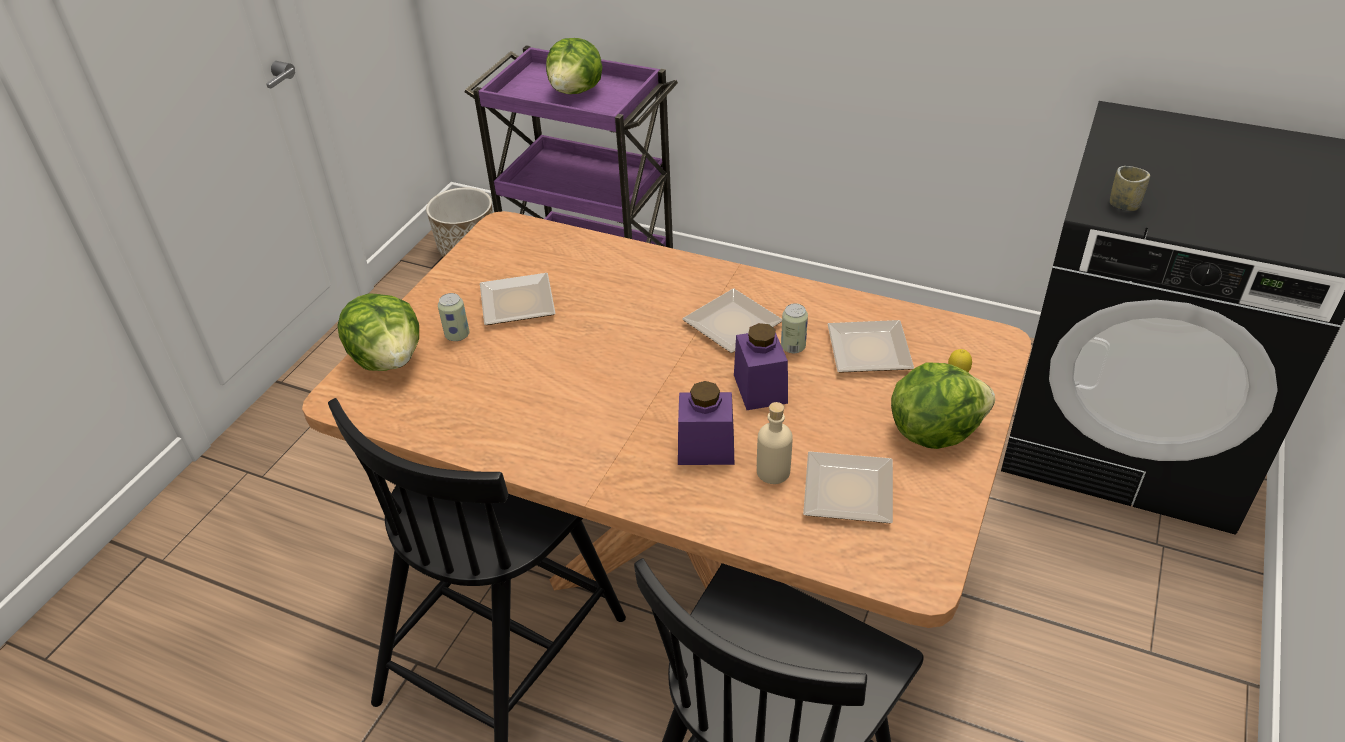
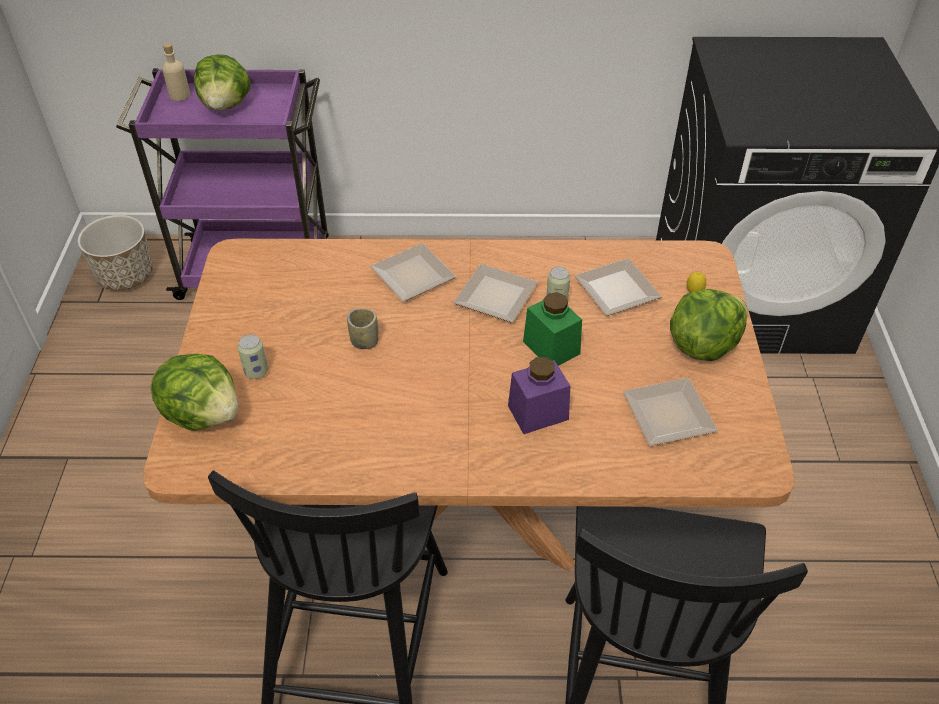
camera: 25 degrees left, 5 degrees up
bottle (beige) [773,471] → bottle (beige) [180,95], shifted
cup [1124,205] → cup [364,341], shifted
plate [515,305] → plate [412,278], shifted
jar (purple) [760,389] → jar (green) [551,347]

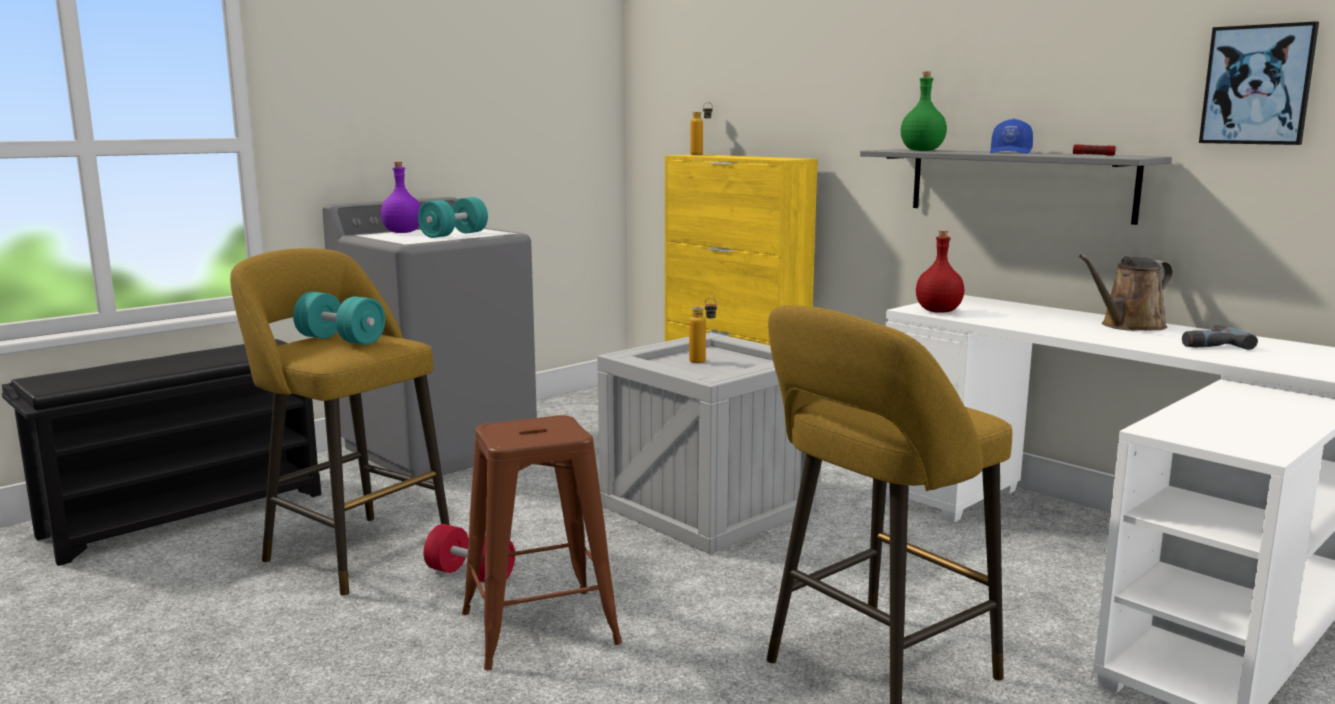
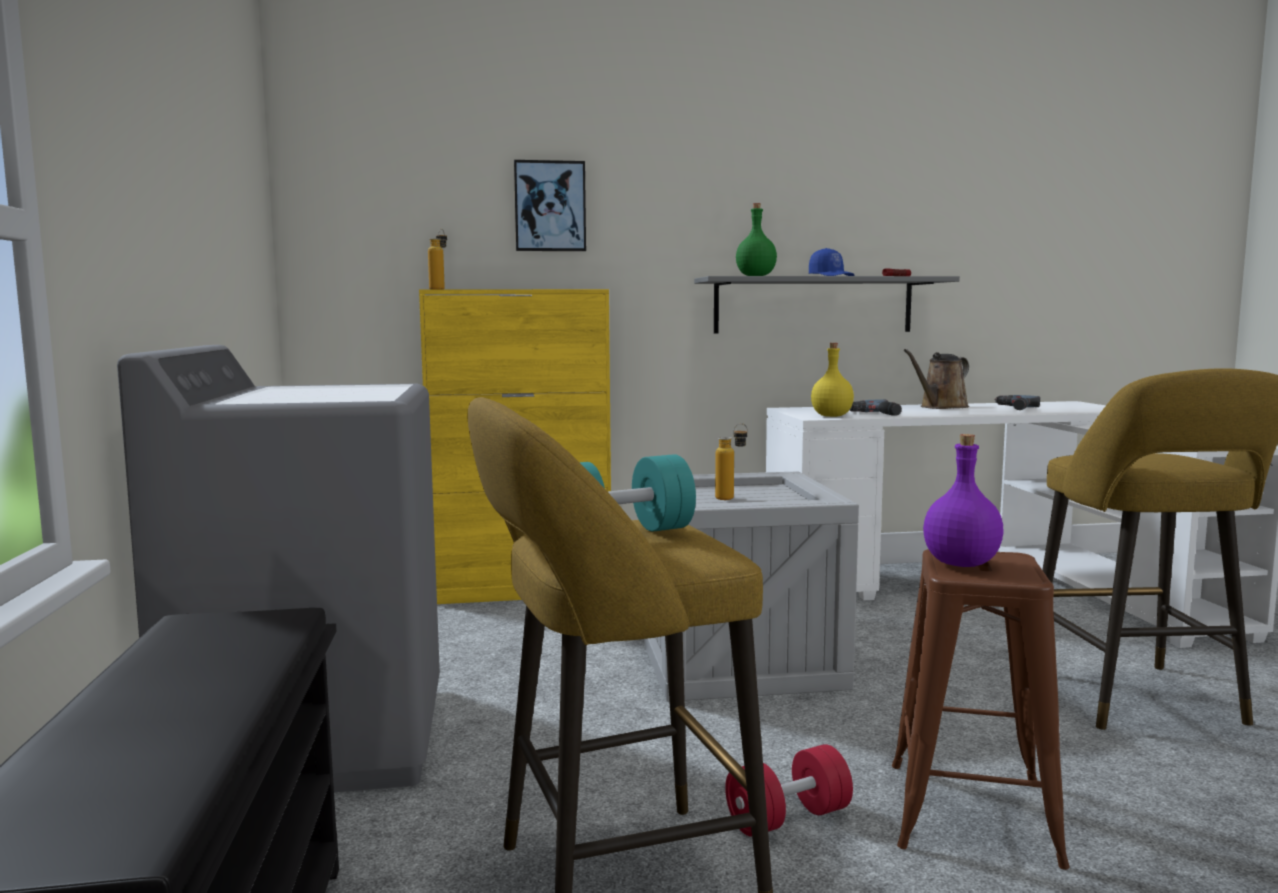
camera: 55 degrees left, 5 degrees down
picture [1257,85] → picture [550,206], shifted
bottle (red) [937,311] → bottle (yellow) [831,416]
- → power drill [875,414]
watering can (brown) [1128,326] → watering can (brown) [941,407], 45 degrees clockwise
bottle (purple) [402,232] → bottle (purple) [960,564], shifted
dumbbell (turquoise) [454,234] → -

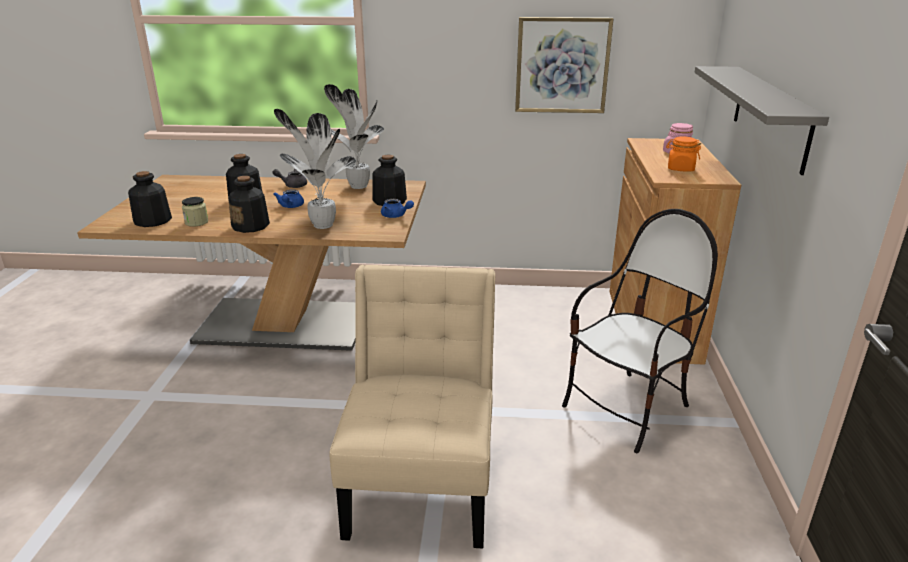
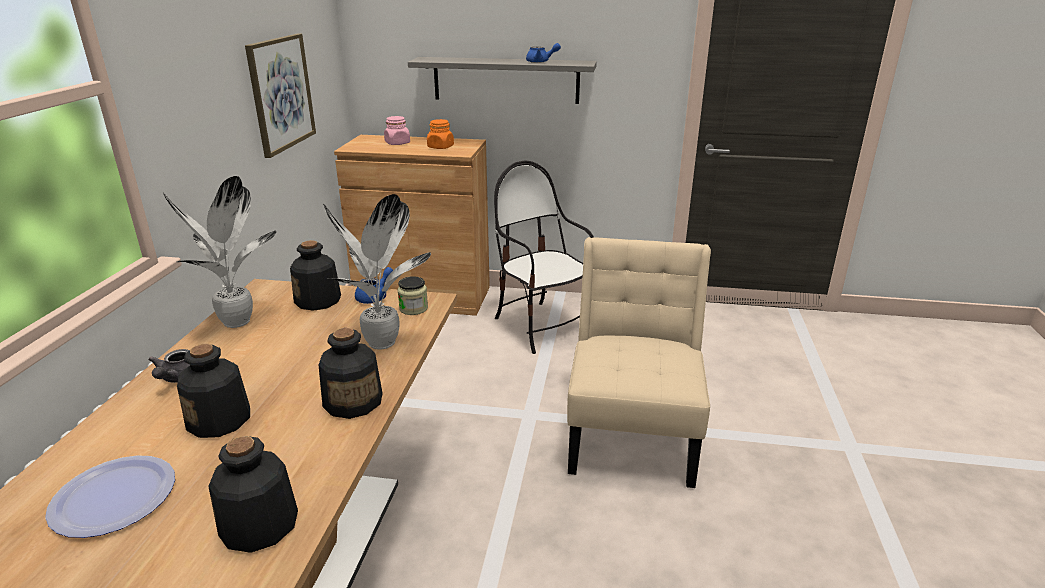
camera: 85 degrees left, 0 degrees up
- → plate [114,497]
jar [196,222] → jar [413,308], shifted
teapot (blue) [290,206] → teapot (blue) [541,62], shifted
chair (beige) [422,482] → chair (beige) [632,433], 90 degrees clockwise

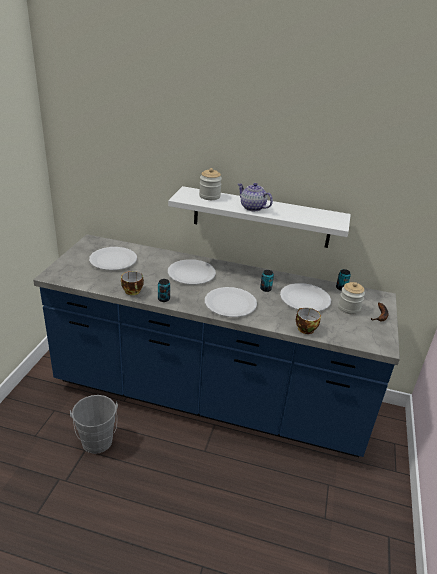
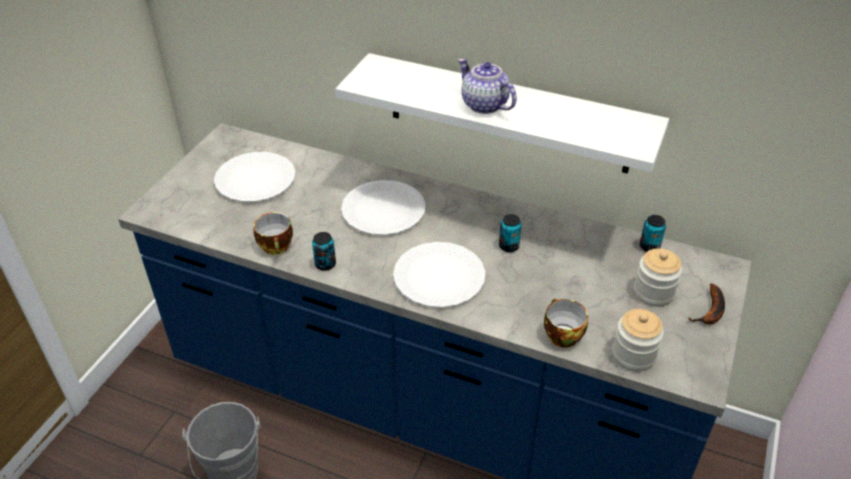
camera: 10 degrees right, 10 degrees up
jar [209,196] → jar [633,355], shifted
plate (white) [305,299] → -

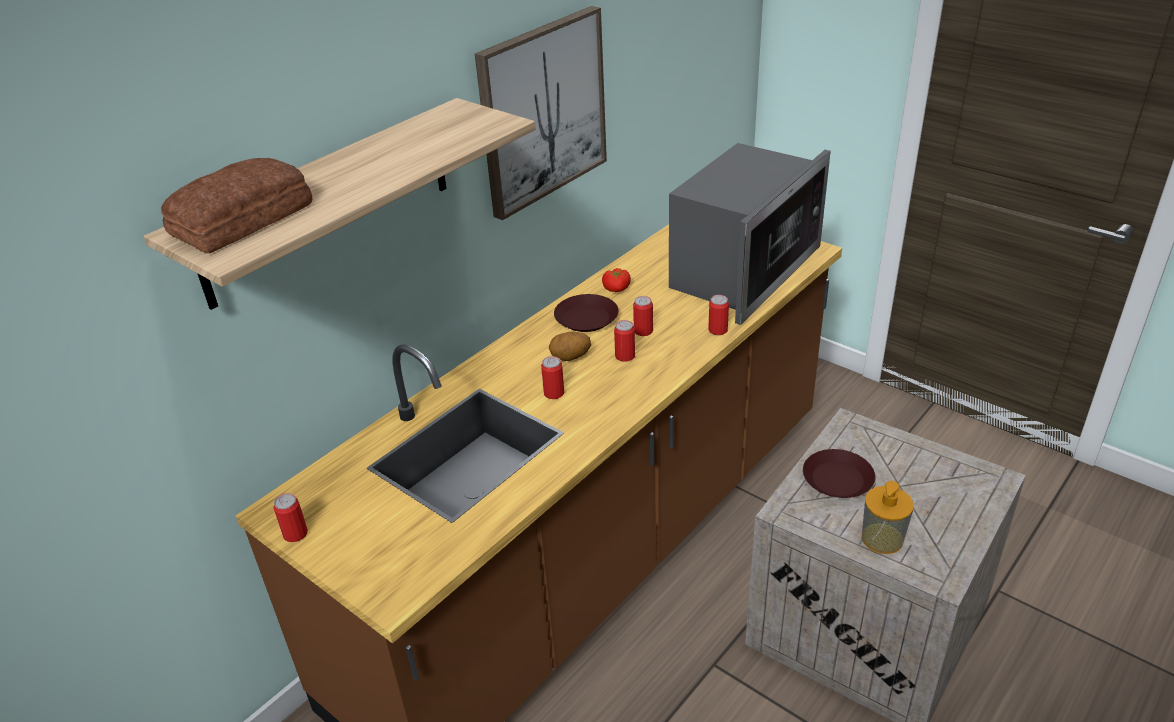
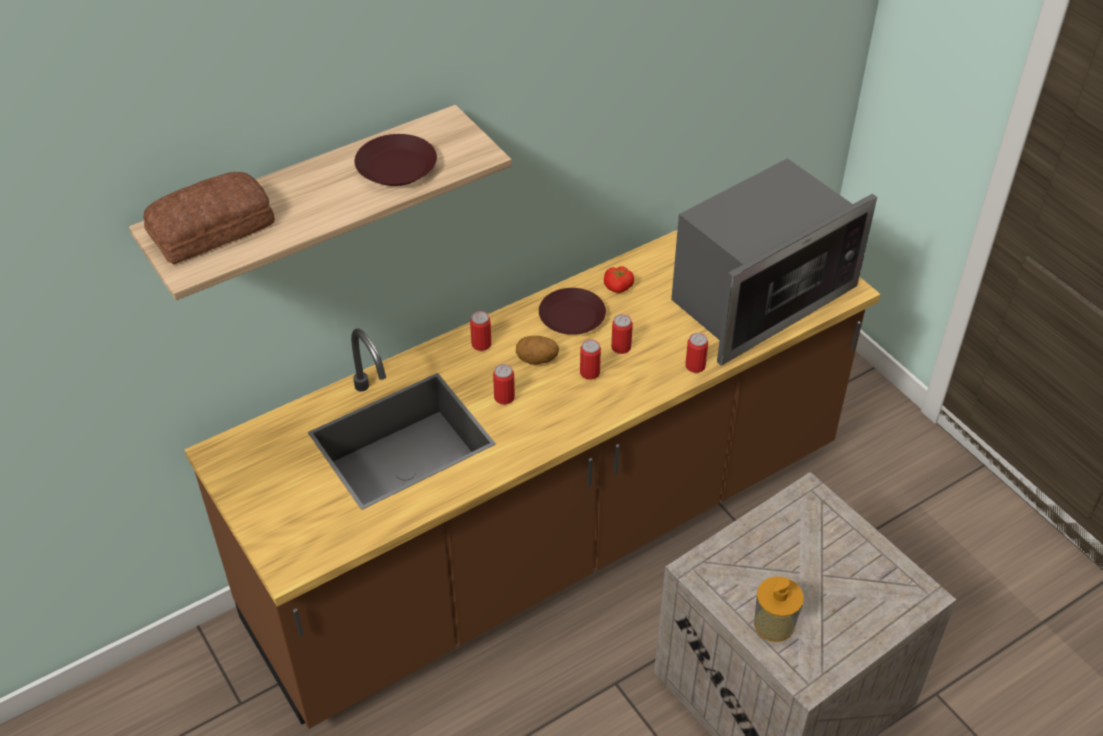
camera: 15 degrees right, 10 degrees up
plate (brown) [837,480] → plate (brown) [395,167], shifted
can [295,534] → can [481,344], shifted
picture [542,111] → -

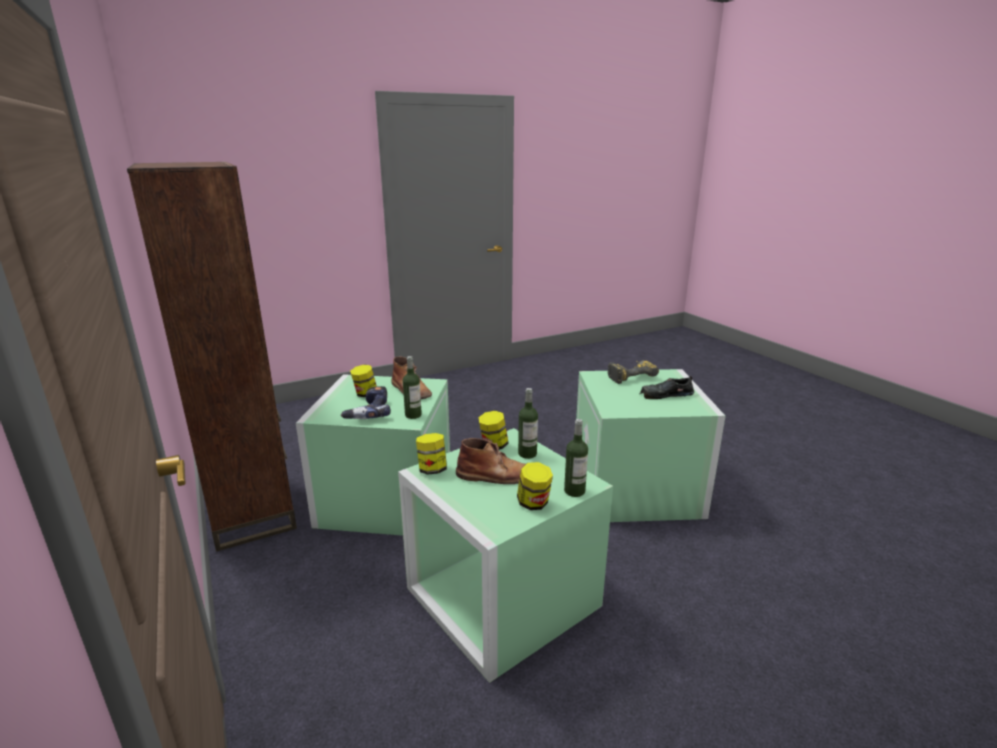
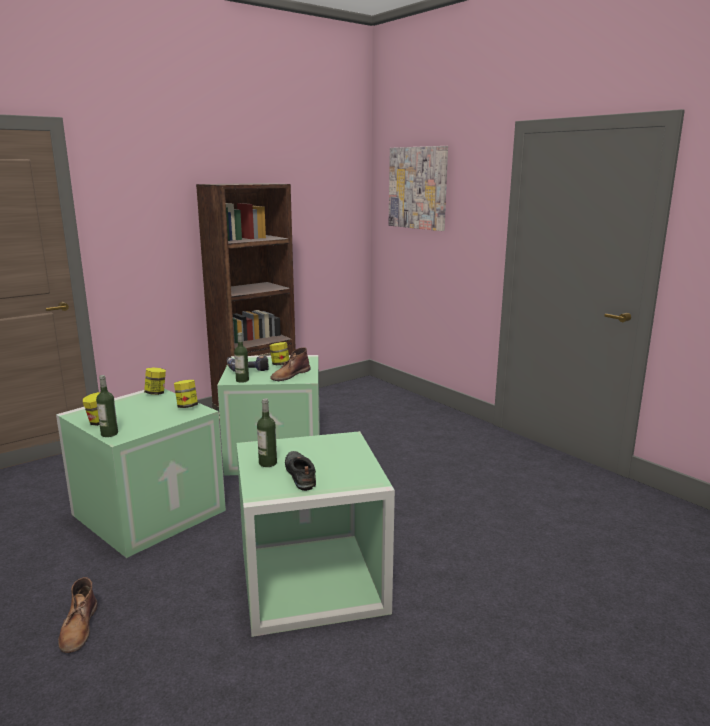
camera: 80 degrees right, 5 degrees down
boot (brown) [497,476] → boot (brown) [79,628], shifted
bottle [527,454] → bottle [268,463], shifted
- → picture [418,188]
power drill [629,376] → -

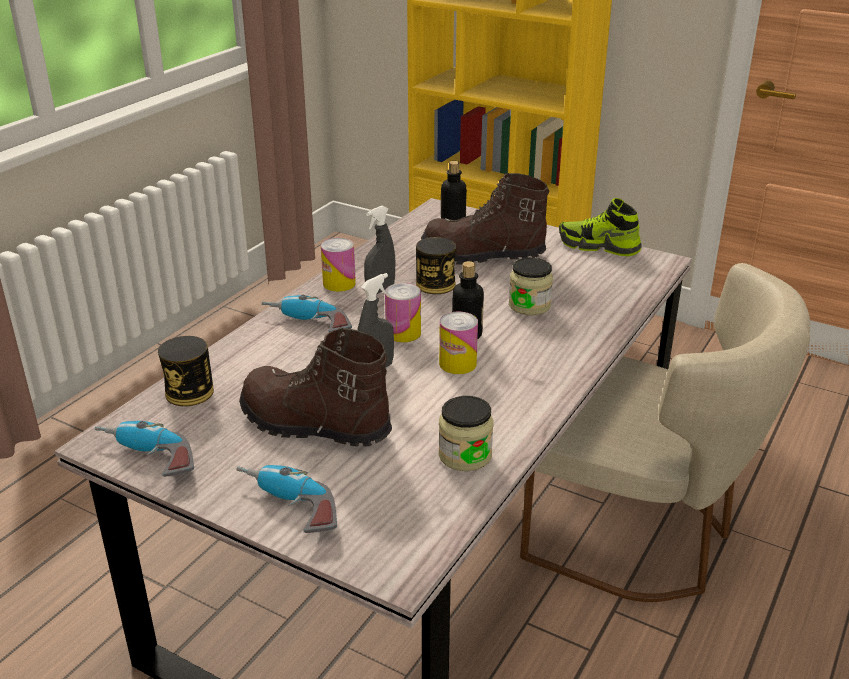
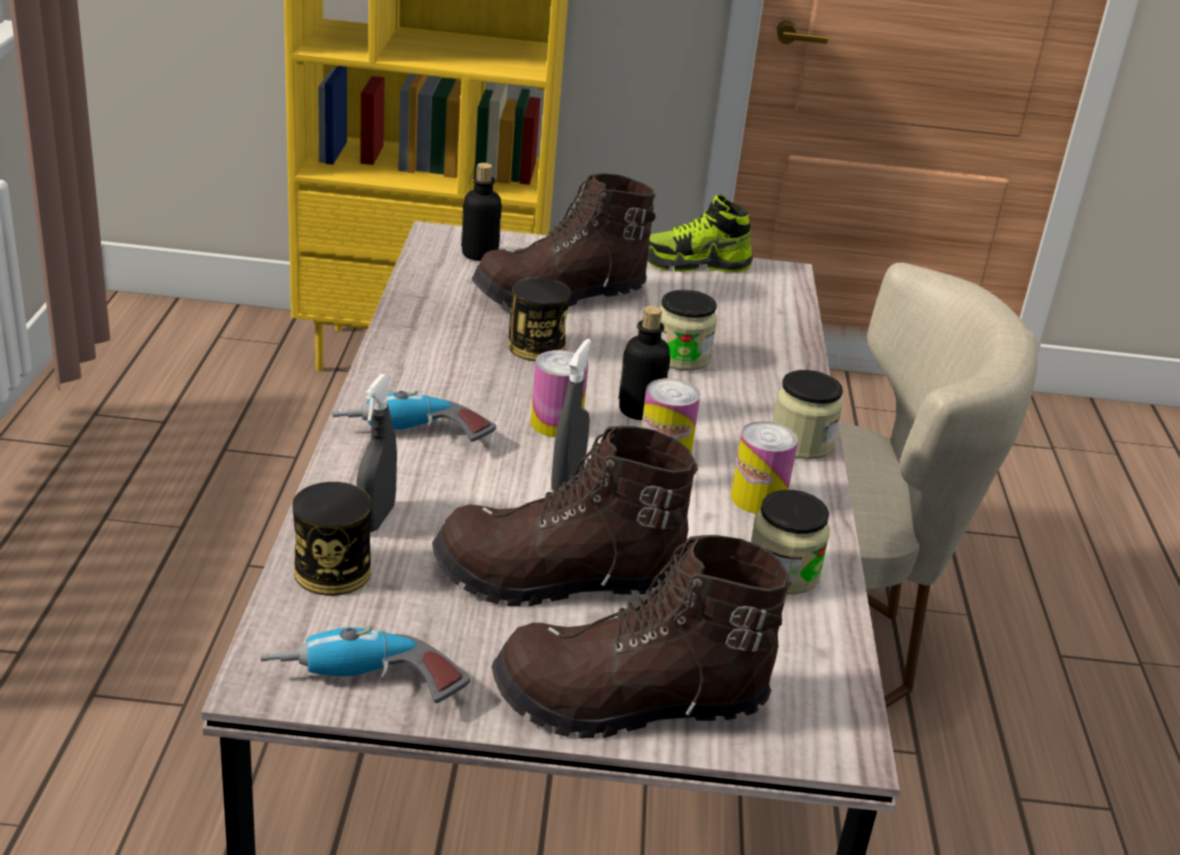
camera: 30 degrees left, 0 degrees up
spray bottle (grey) [380,290] → spray bottle (grey) [376,518], shifted
power drill [287,509] → boot (brown) [630,702]
can [339,284] → can [758,498], shifted
- → jar [801,443]

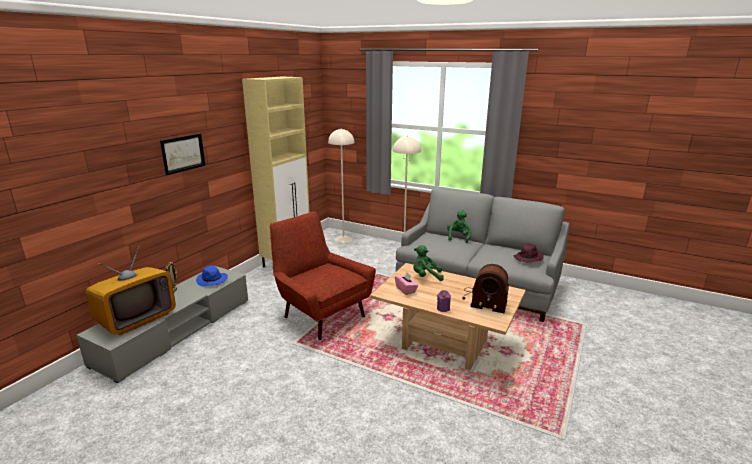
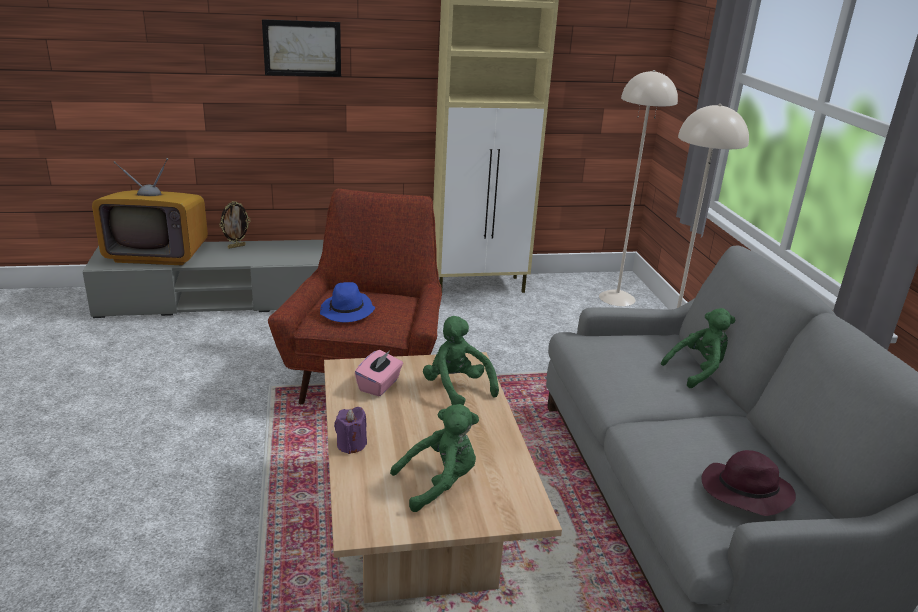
camera: 50 degrees right, 5 degrees up
hat (blue) [212,280] → hat (blue) [347,312], shifted
radio [484,300] → plush toy (green) [439,483]

